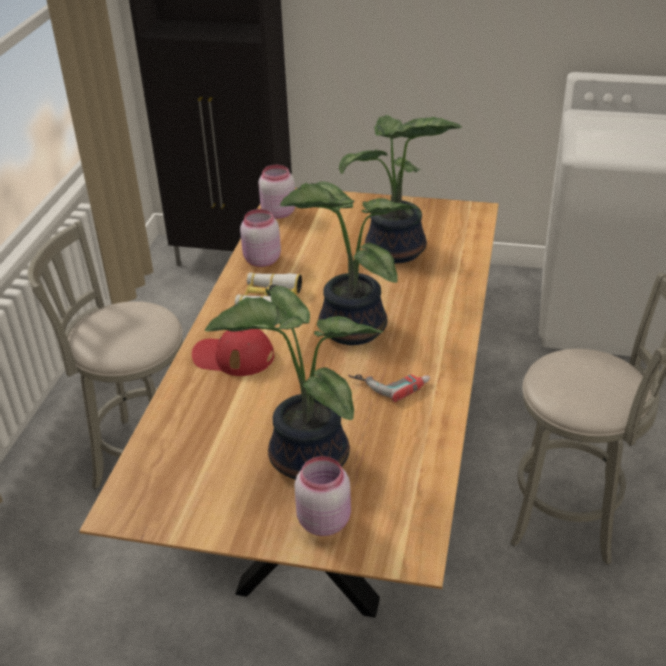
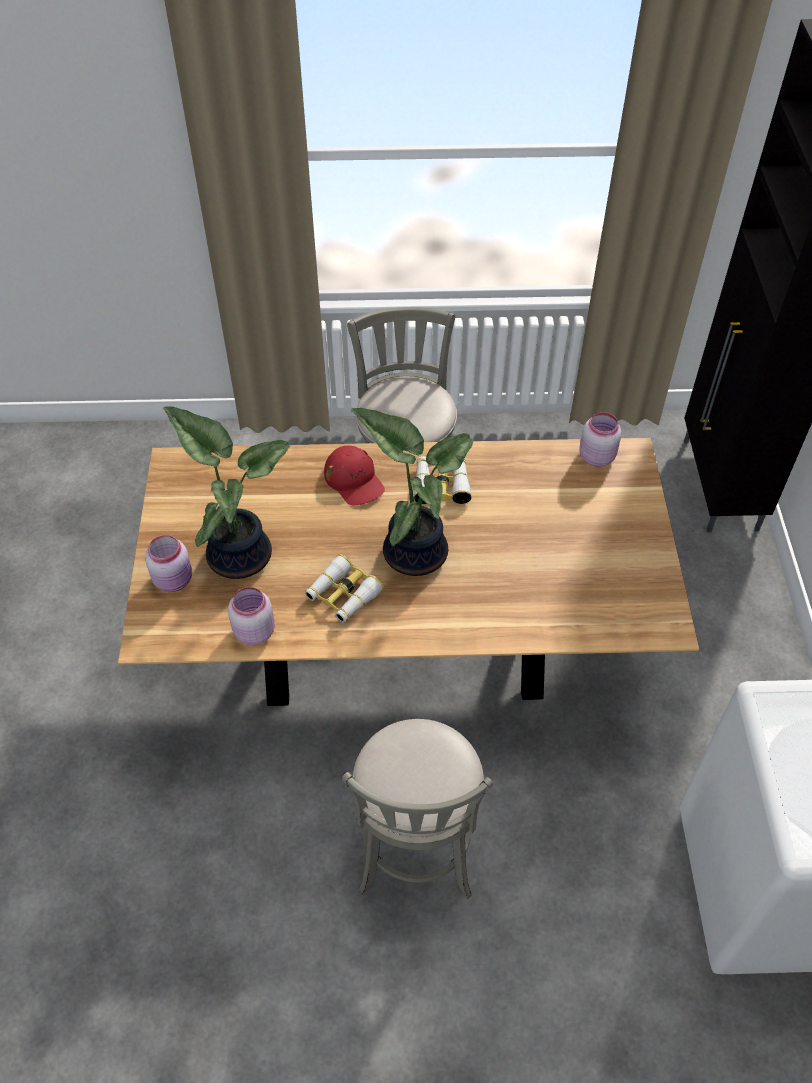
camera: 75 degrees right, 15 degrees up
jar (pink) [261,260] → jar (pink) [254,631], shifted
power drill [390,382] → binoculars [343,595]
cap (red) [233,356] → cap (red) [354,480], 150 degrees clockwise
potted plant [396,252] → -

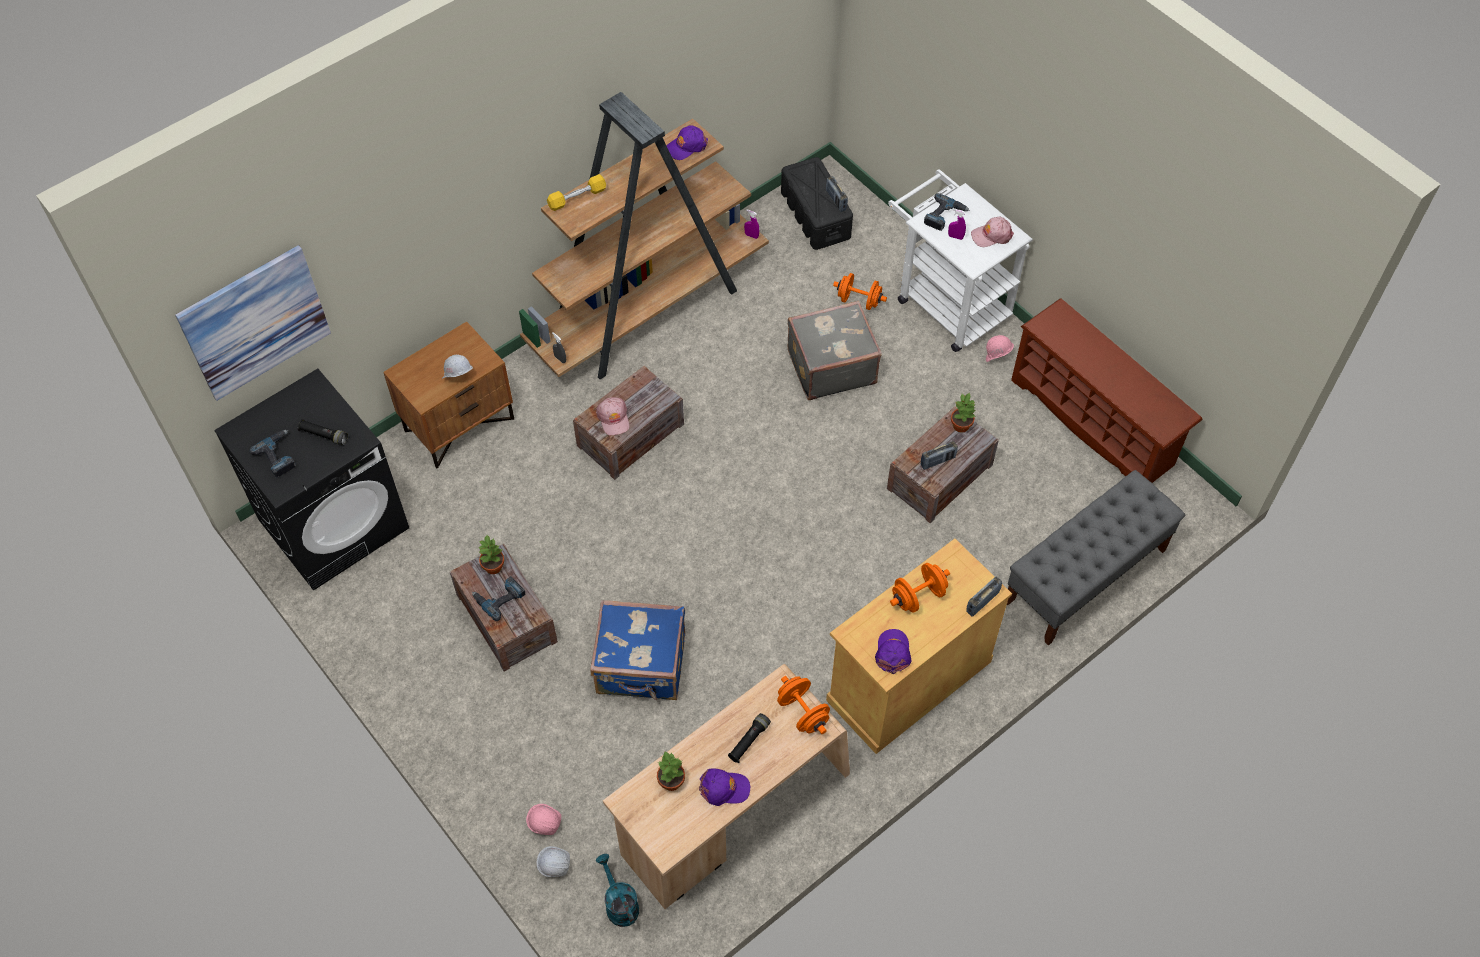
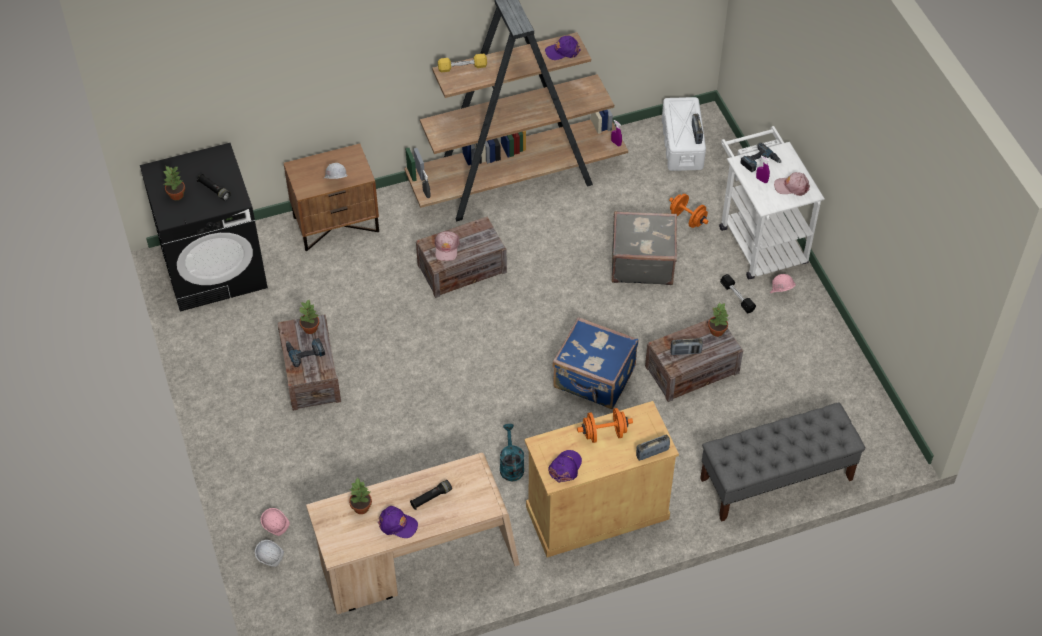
camera: 20 degrees right, 5 degrees down
power drill [279,455] → potted plant [176,195]
watering can (turquoise) [619,903] → watering can (turquoise) [511,465], shifted
suitcase (blue) [641,666] → suitcase (blue) [594,379], shifted
storage box (black) [815,215] → storage box (white) [682,144]
- → dumbbell (black) [737,297]
picture [255,322] → -
dumbbell (orange) [803,712] → -
shoe rack (brown) [1094,422] → -

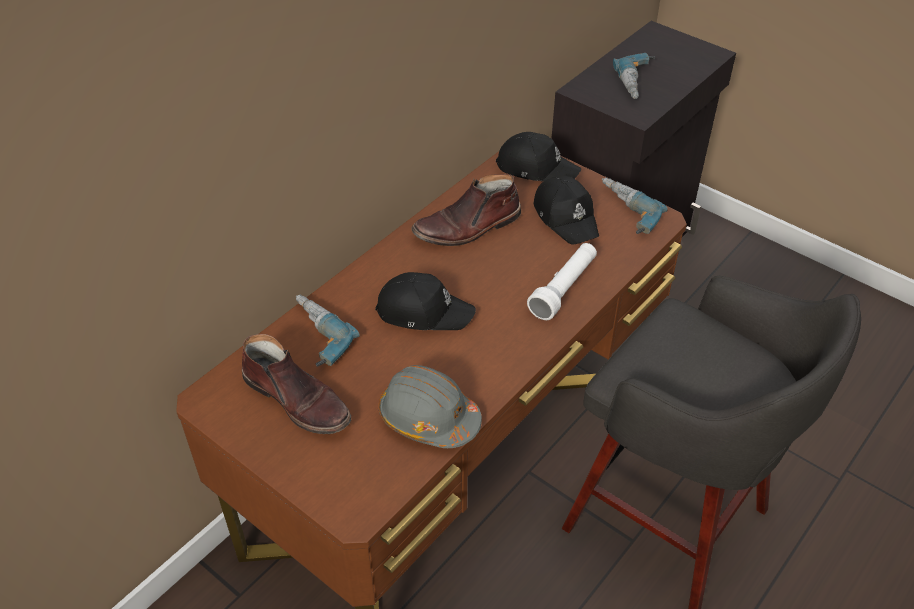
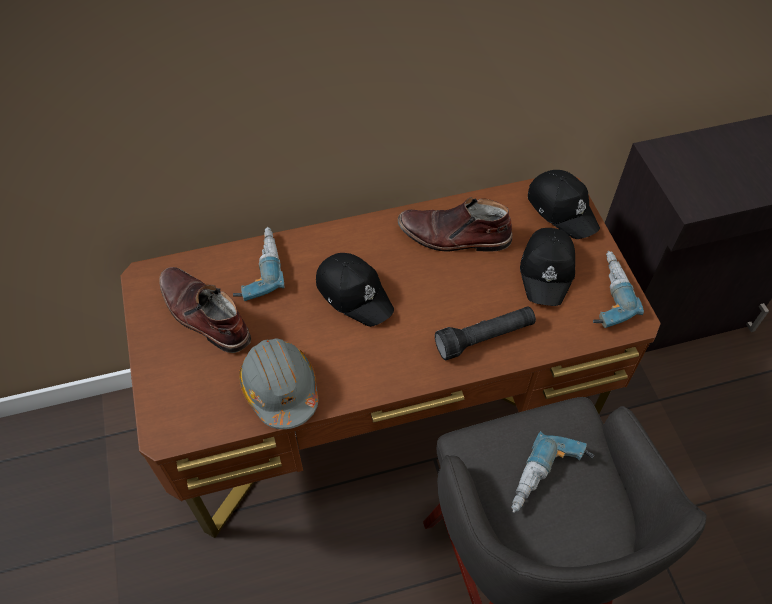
camera: 35 degrees right, 10 degrees up
boot (brown) [298,400] → boot (brown) [203,315], 150 degrees clockwise
flashlight (white) [564,289] → flashlight (black) [484,338]
power drill [639,83] → power drill [549,482], shifted

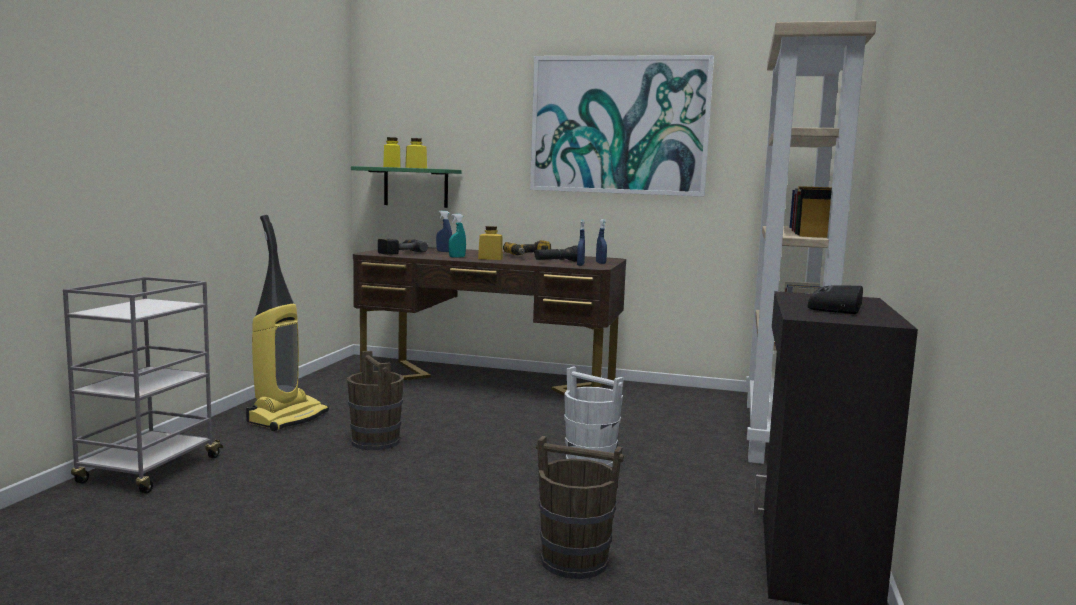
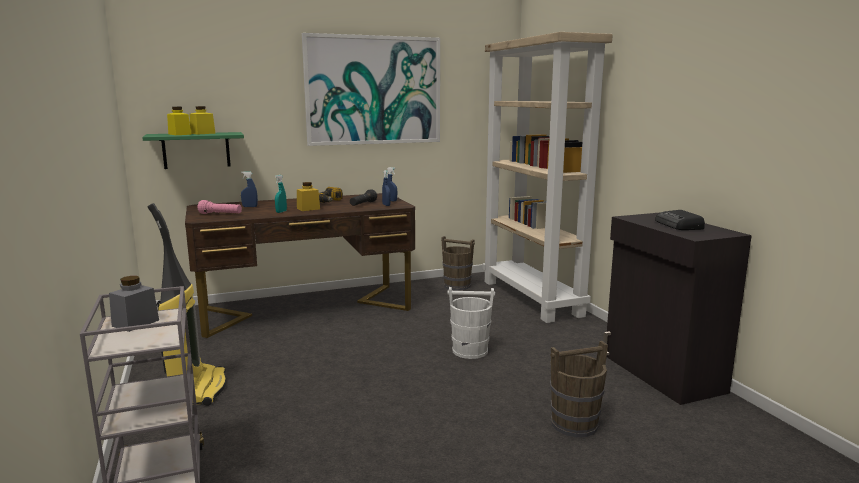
camera: 35 degrees left, 5 degrees up
- → jar (grey) [135,323]
power drill [399,252] → flashlight (pink) [221,214]
bucket (brown) [375,442] → bucket (brown) [457,286], shifted

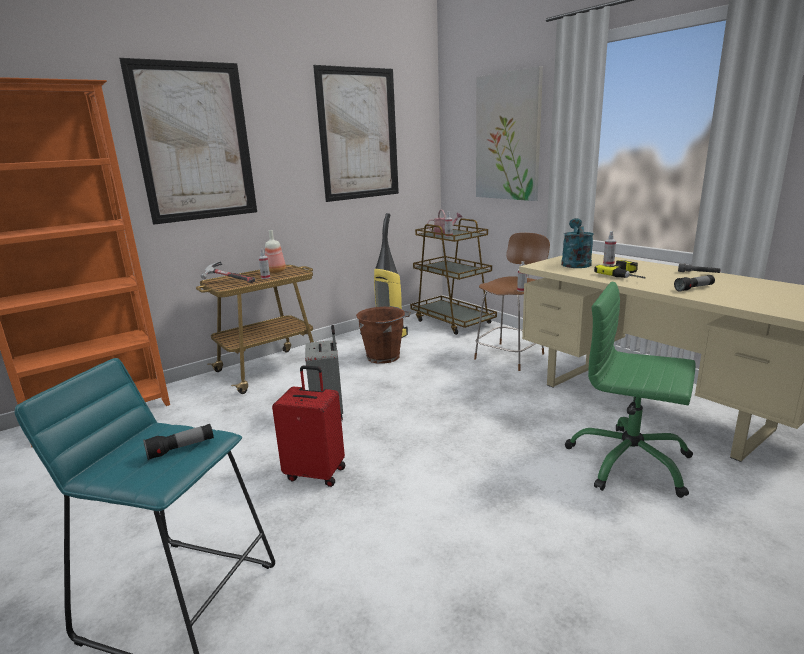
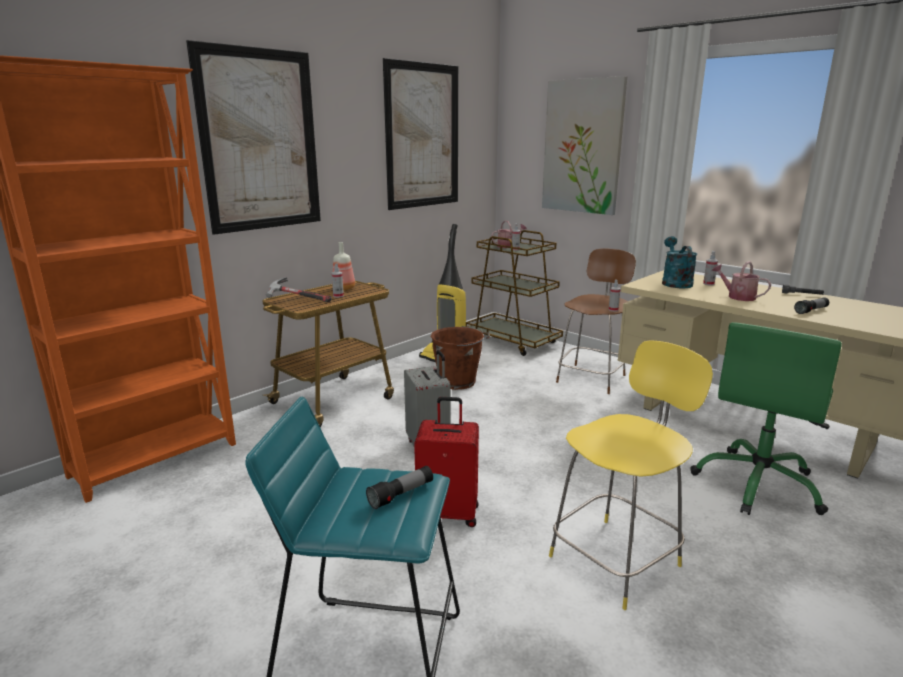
camera: 10 degrees left, 0 degrees up
- → stool (yellow) [617,559]
office chair (green) [629,462] → office chair (green) [758,484], 75 degrees counterclockwise
power drill [627,275] → watering can [737,297]

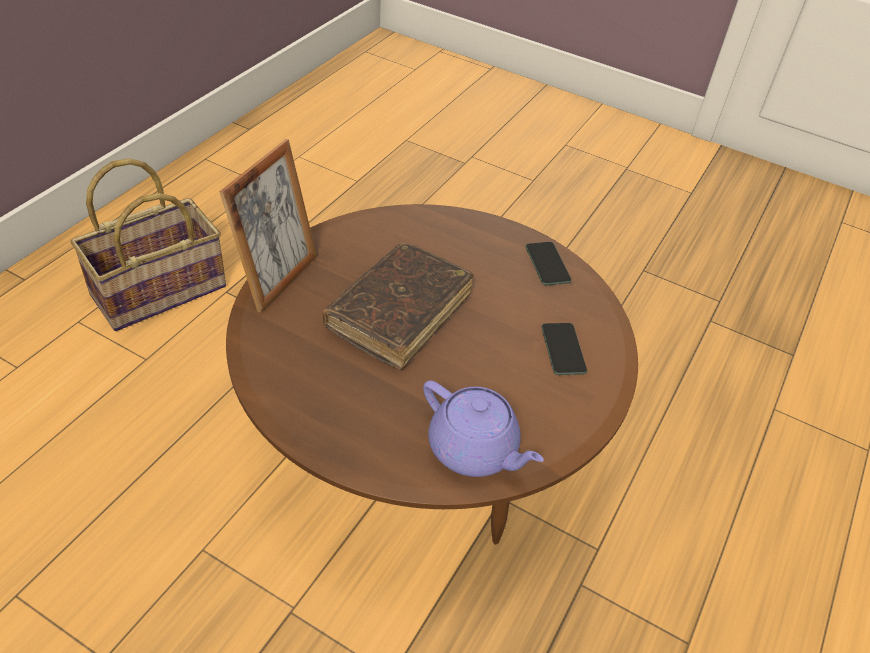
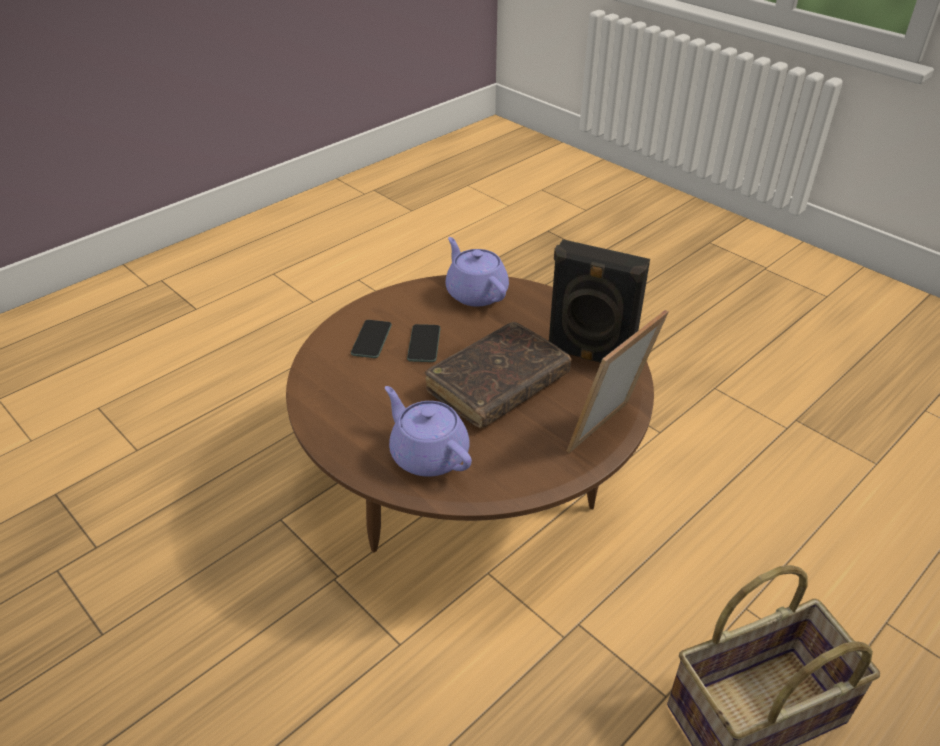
camera: 160 degrees left, 5 degrees down
- → teapot (purple) [428,454]
phone [547,264] → phone [424,344], shifted
- → speaker (black) [589,356]

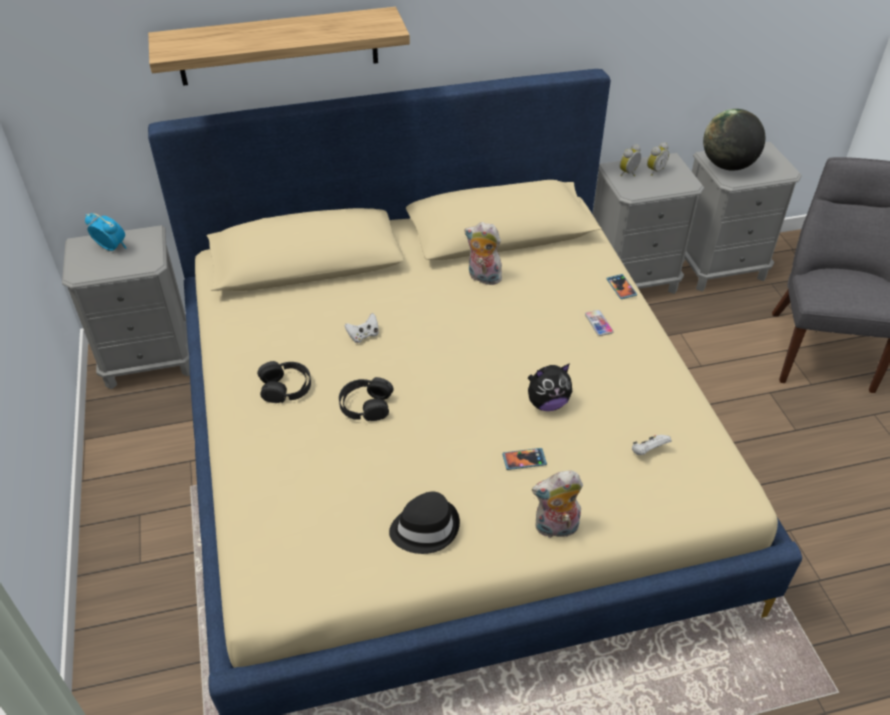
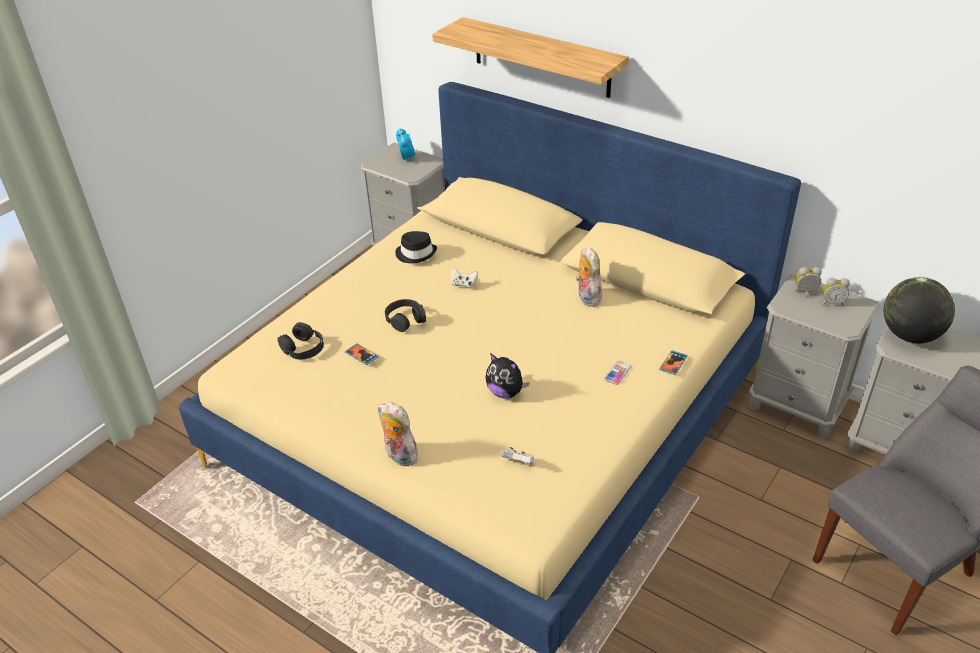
camera: 50 degrees right, 5 degrees down
headphones (black) [286,387] → headphones (black) [303,348], shifted
phone [524,460] → phone [361,355], shifted
hat (black) [425,528] → hat (black) [416,253], shifted

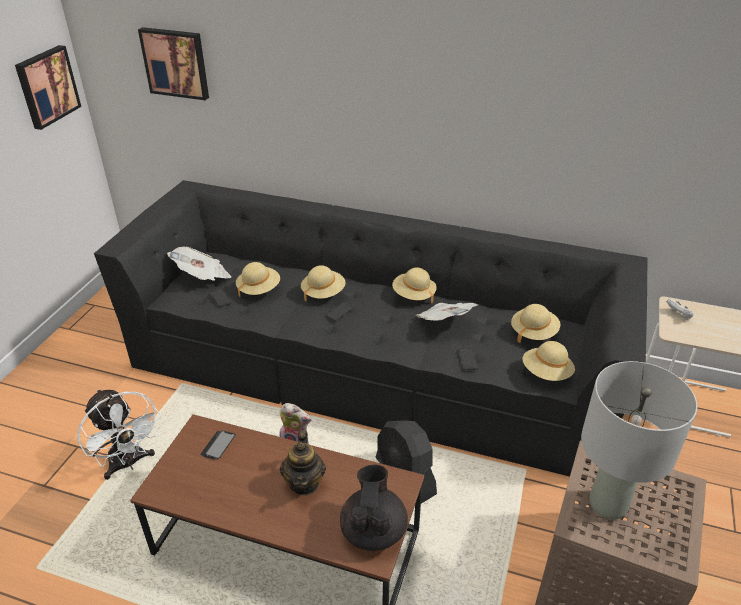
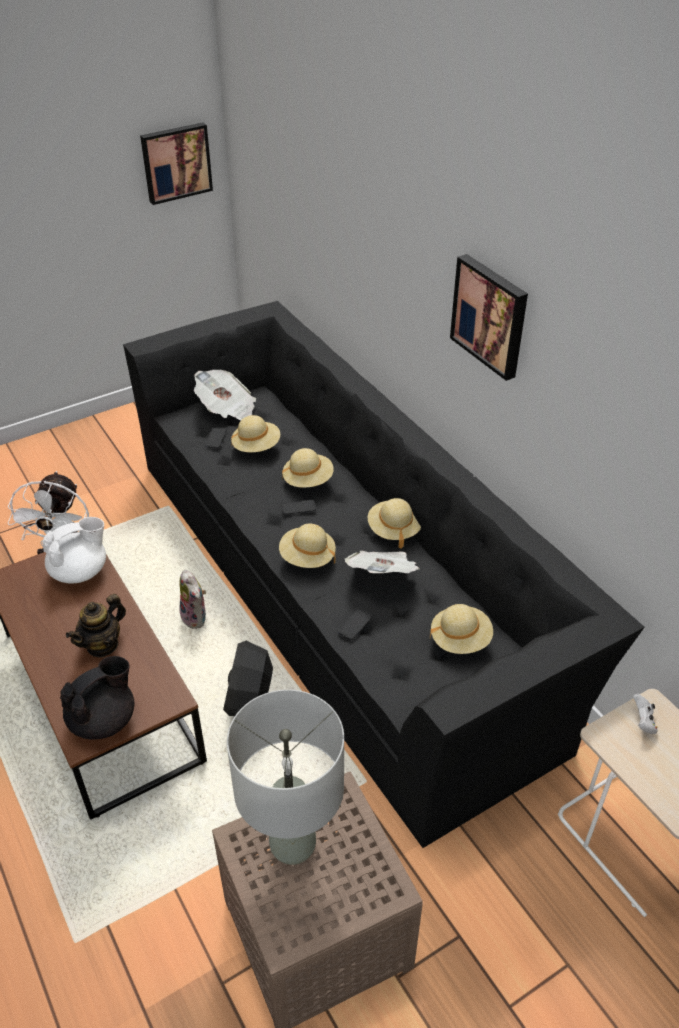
camera: 40 degrees right, 5 degrees up
phone [218,445] → teapot (white) [80,571]
hat (beige) [546,373] → hat (beige) [307,557], shifted
picture [176,63] → picture [491,315], shifted

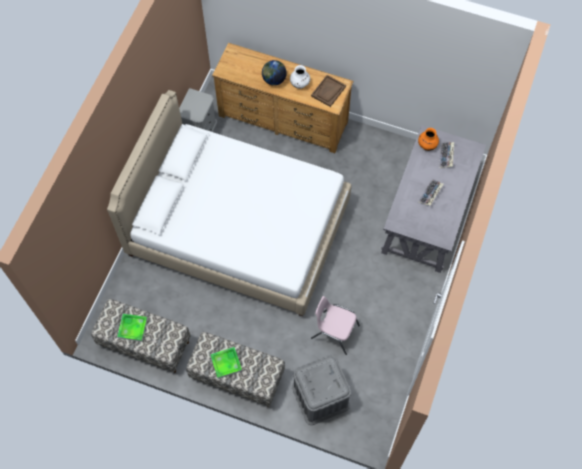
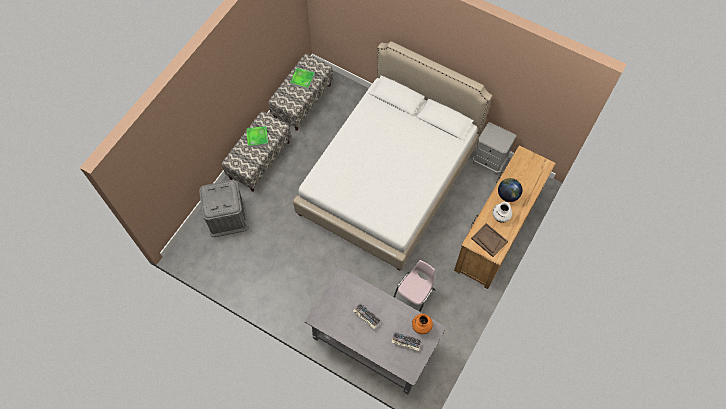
camera: 100 degrees right, 0 degrees up
chair (pink) [334,331] → chair (pink) [414,295], shifted

